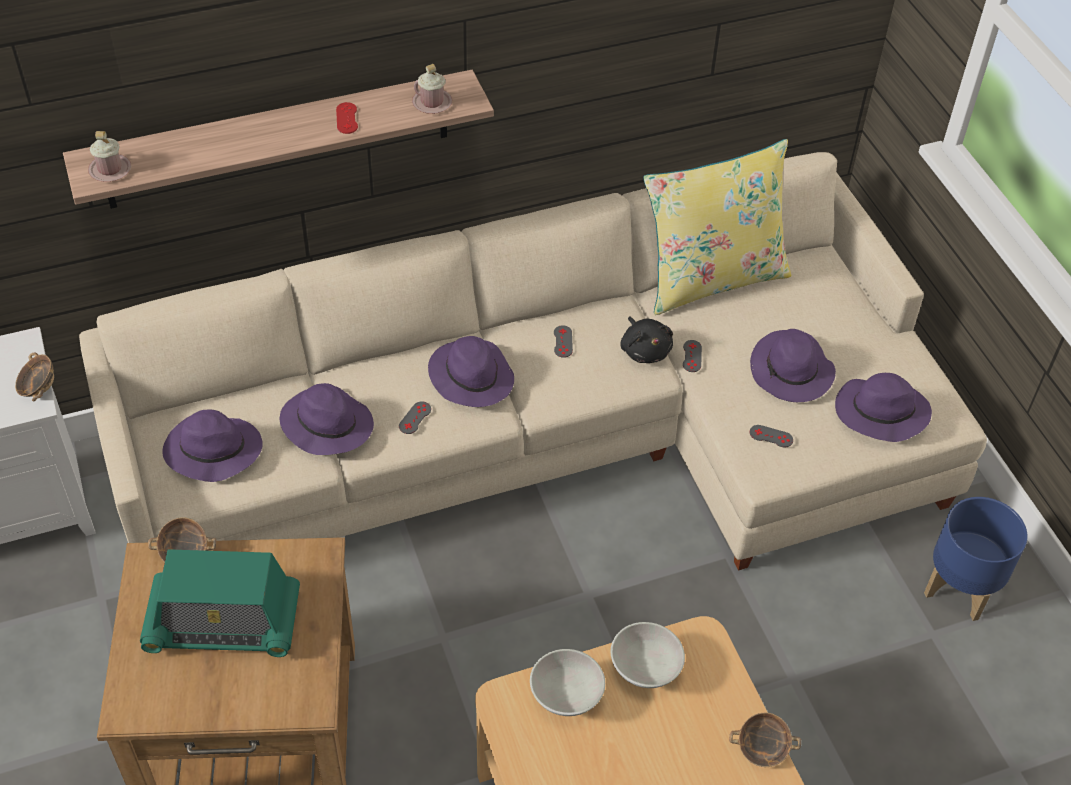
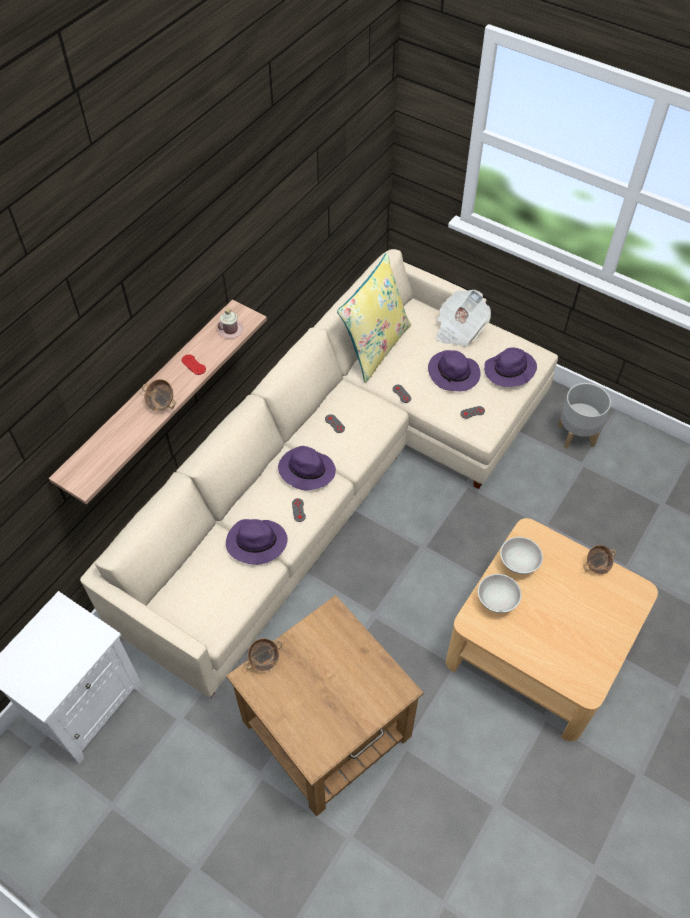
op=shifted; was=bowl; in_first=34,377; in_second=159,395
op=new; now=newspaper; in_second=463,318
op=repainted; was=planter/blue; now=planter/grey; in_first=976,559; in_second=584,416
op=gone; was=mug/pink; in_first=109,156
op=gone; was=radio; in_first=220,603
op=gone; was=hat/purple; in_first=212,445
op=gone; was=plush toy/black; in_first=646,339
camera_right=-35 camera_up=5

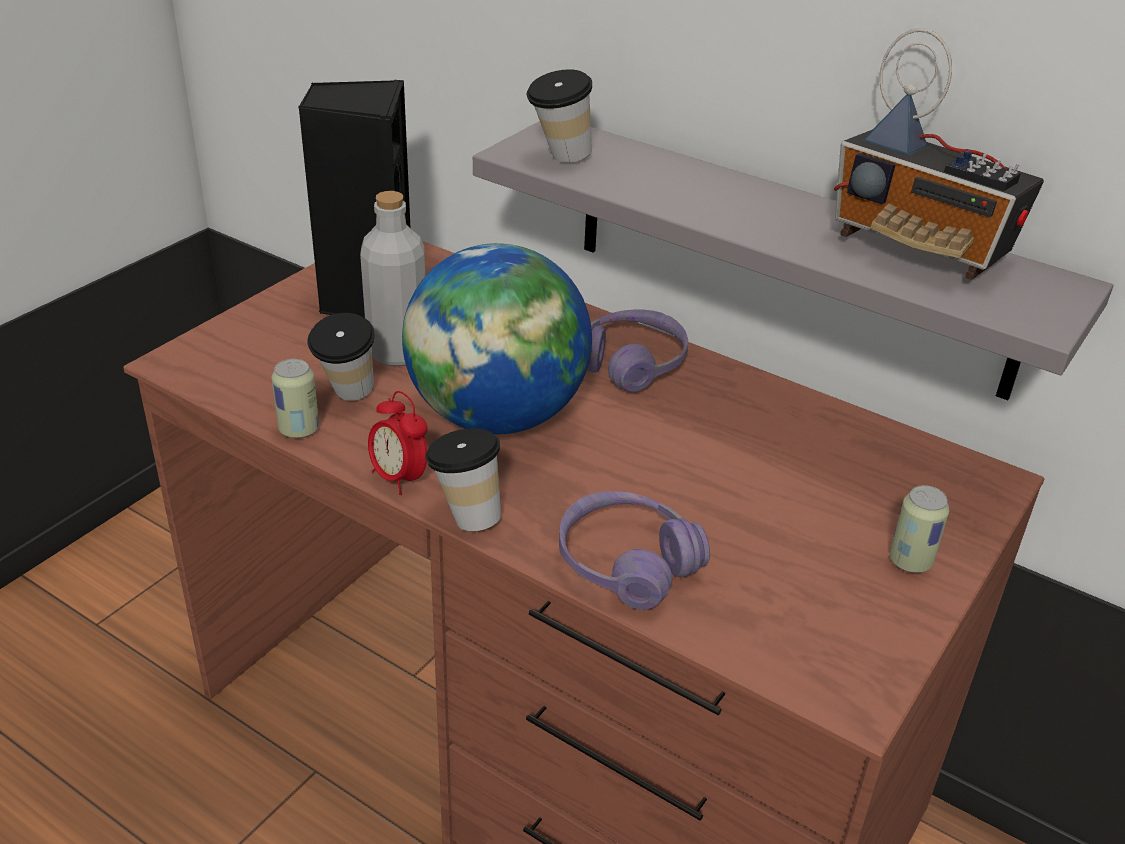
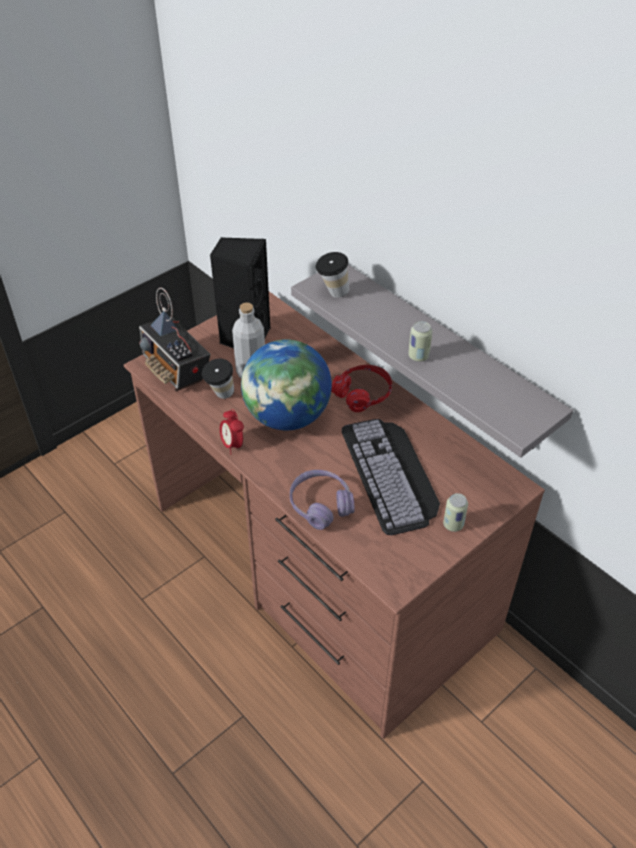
op=shifted; was=radio; in_first=939,154; in_second=175,339
op=repainted; was=headphones/purple; now=headphones/red; in_first=637,350; in_second=361,388
op=new; now=keyboard; in_second=391,477
op=shifted; was=can; in_first=295,398; in_second=420,341
op=gone; was=cup; in_first=463,479
camera_right=15 camera_up=10

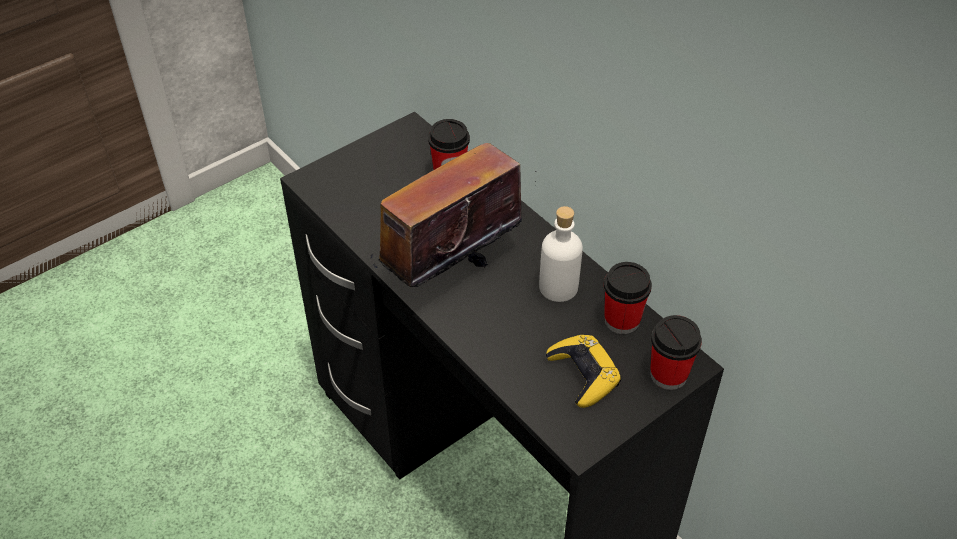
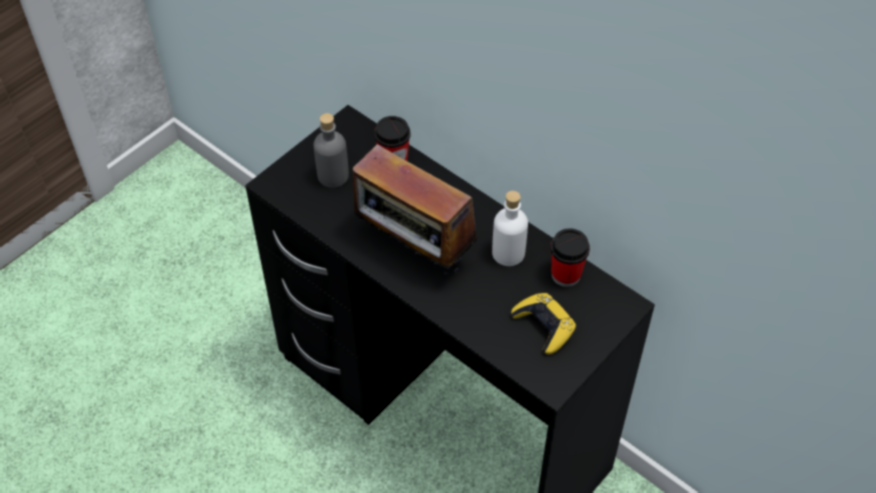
op=new; now=bottle/grey; in_second=331,150
op=rotated; was=radio; in_first=453,206; in_second=415,210; clockwise=-90
op=gone; was=cup; in_first=676,352
camera_right=-10 camera_up=5

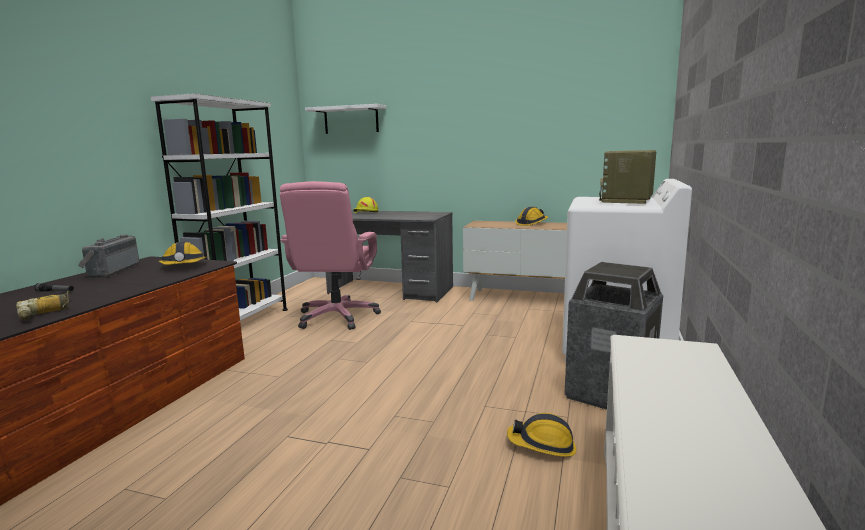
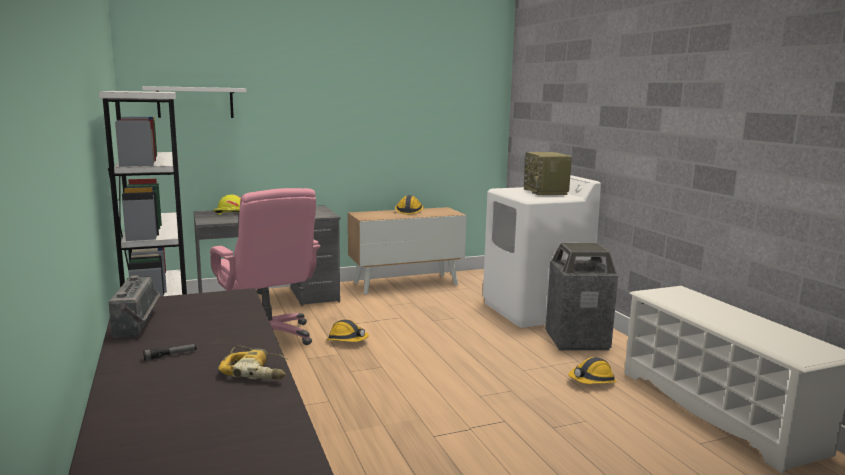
op=rotated; was=radio; in_first=108,256; in_second=134,306; clockwise=-150
op=shifted; was=hard hat; in_first=182,253; in_second=348,330
camera_right=-40 camera_up=0

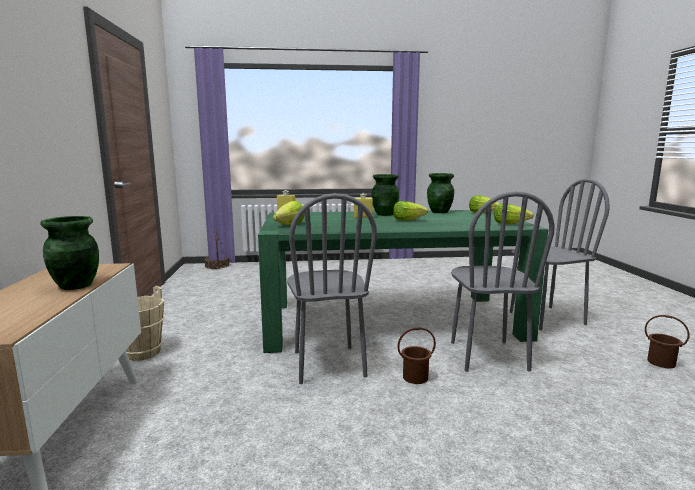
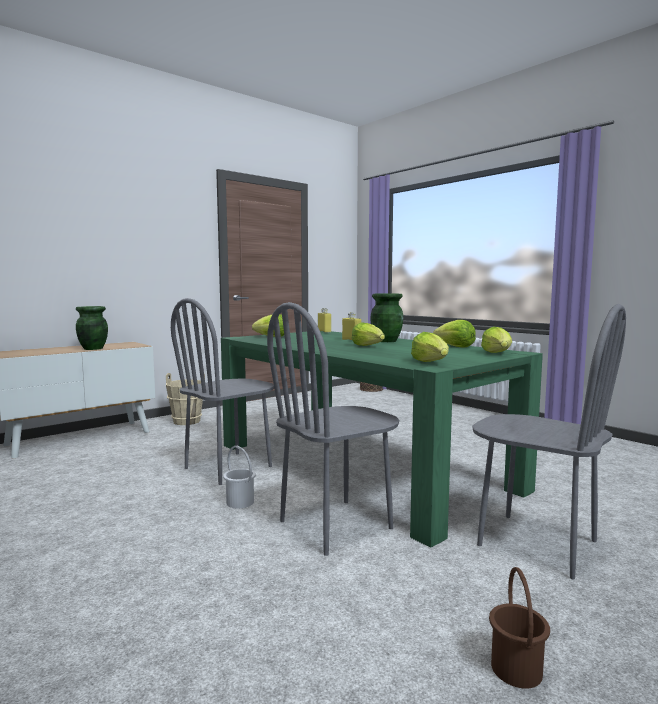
op=repainted; was=bucket/brown; now=bucket/white; in_first=417,355; in_second=239,477
op=swapped; was=vase/green; now=lettuce; in_first=440,193; in_second=454,334
camera_right=55 camera_up=-5

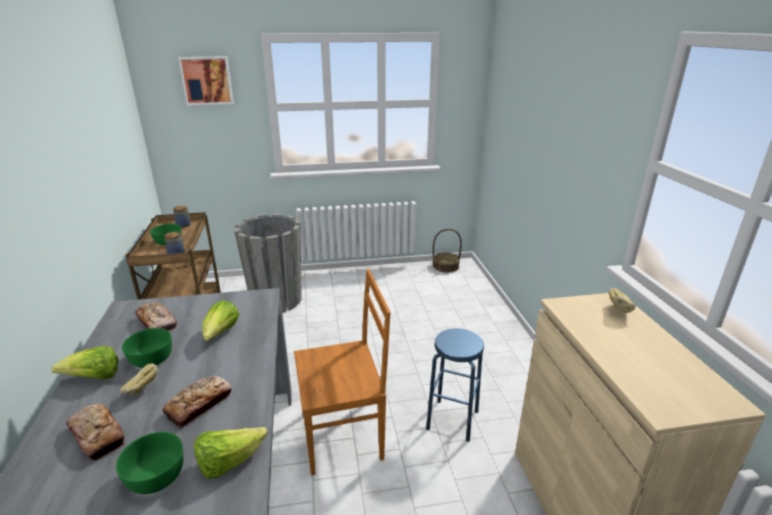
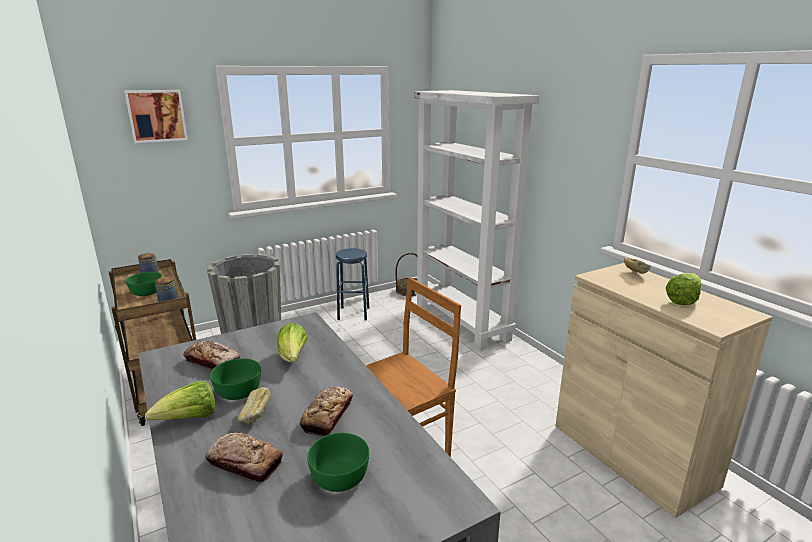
op=shifted; was=stool/blue; in_first=455,385; in_second=352,284
op=new; now=bookcase/white; in_second=476,220
op=shifted; was=lettuce; in_first=231,453; in_second=683,289
camera_right=-20 camera_up=-5

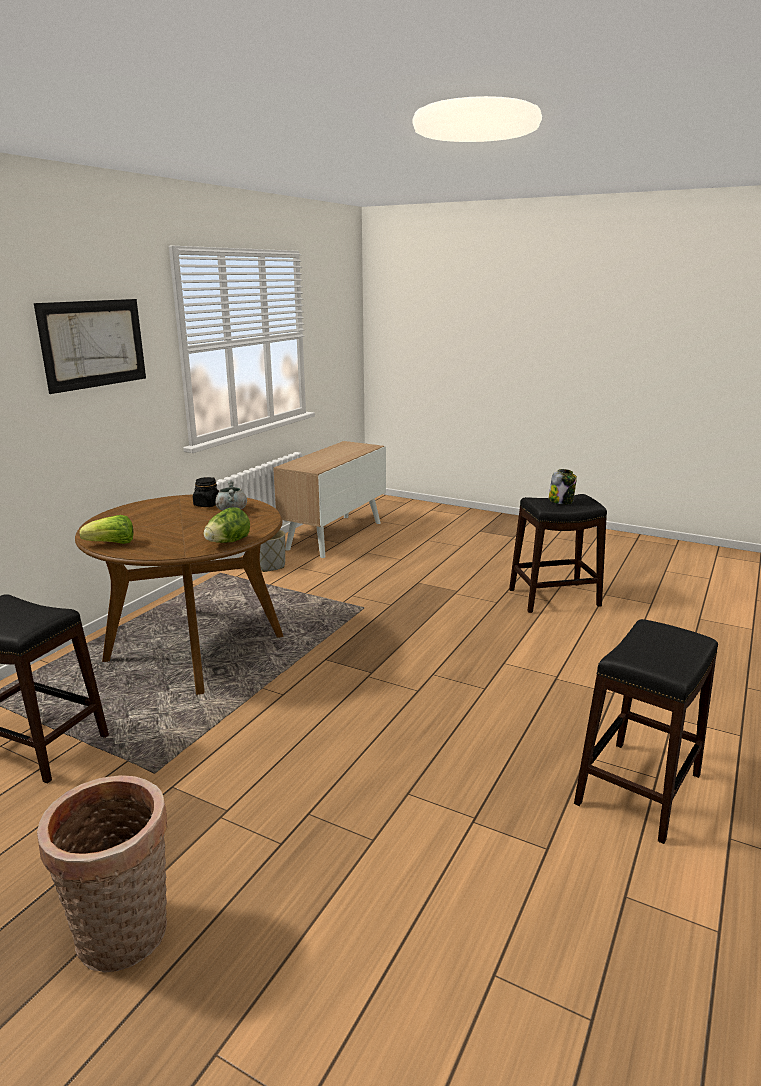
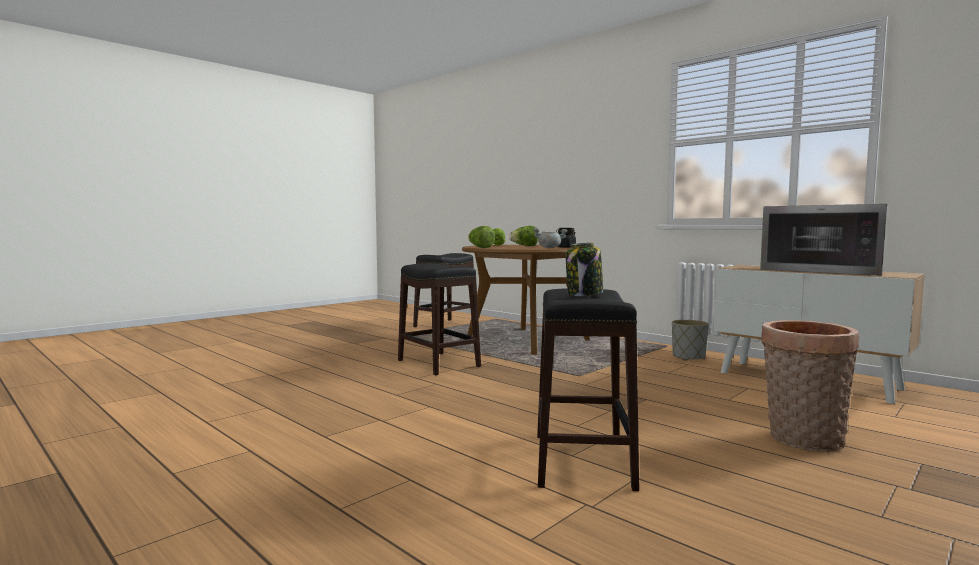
op=shifted; was=stool/black; in_first=646,731; in_second=439,319
op=new; now=lettuce; in_second=523,236
op=new; now=microwave; in_second=823,240
op=shifted; was=basket; in_first=102,873; in_second=810,386
op=gone; was=picture; in_first=90,346
camera_right=105 camera_up=-15

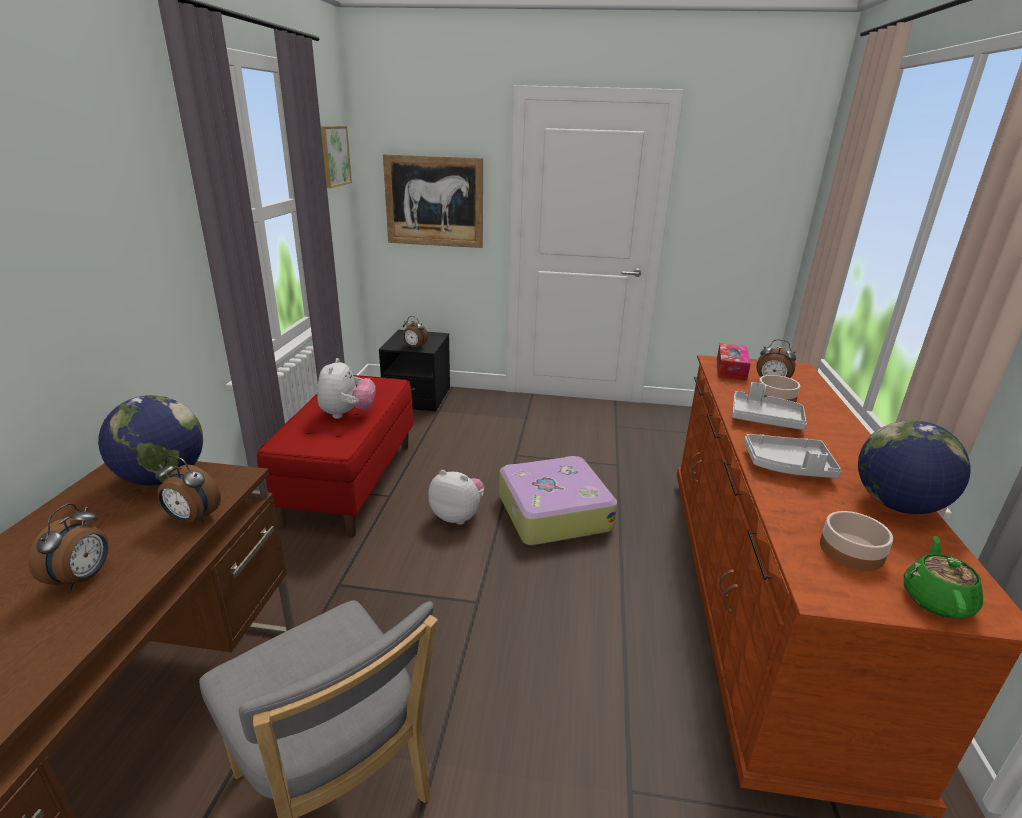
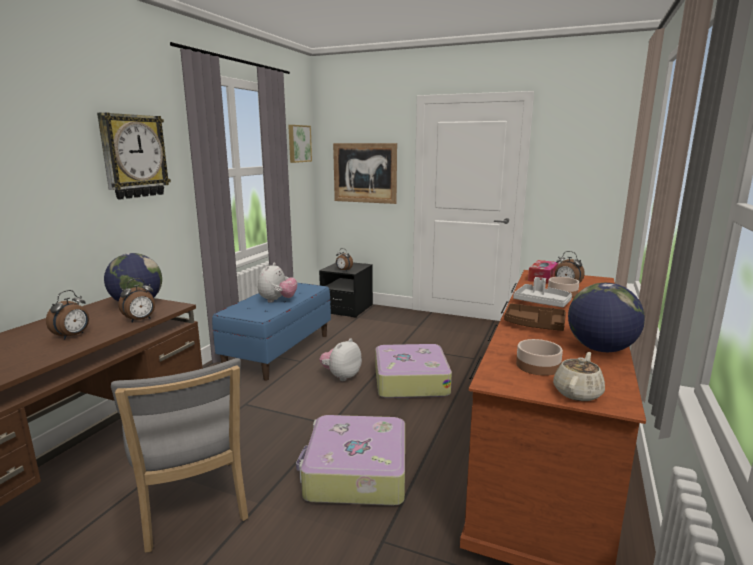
op=new; now=wall clock; in_second=134,156
op=rotated; was=alarm clock; in_first=188,489; in_second=136,300; clockwise=-75
op=repainted; was=bench/red; now=bench/blue; in_first=335,456; in_second=271,332
op=new; now=suitcase; in_second=350,460
op=rotated; was=plush toy; in_first=456,497; in_second=340,359; clockwise=-90
op=repainted; was=tray/grey; now=tray/brown; in_first=792,456; in_second=535,317
op=repainted; was=teapot/green; now=teapot/beige; in_first=943,577; in_second=579,376
camera_right=15 camera_up=-10

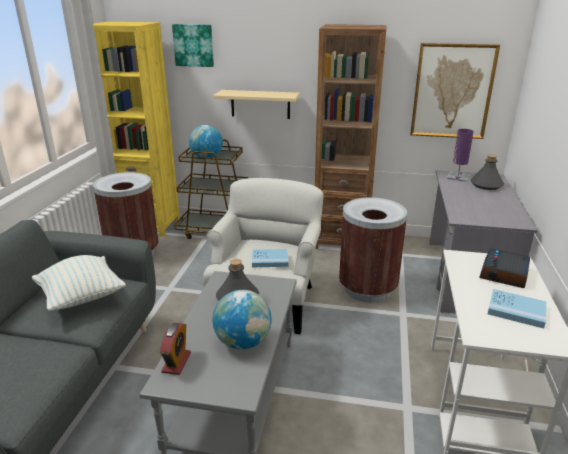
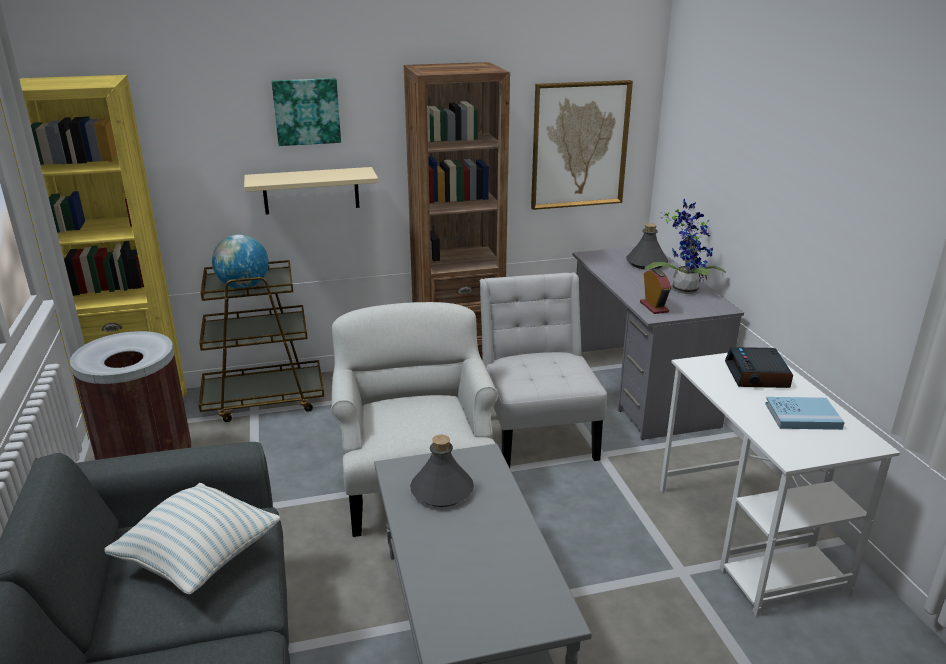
op=shifted; was=picture; in_first=193,45; in_second=306,112
op=swapped; was=trash can/brown; now=chair/white; in_first=373,250; in_second=543,370
op=shifted; was=alarm clock; in_first=175,349; in_second=655,291
op=new; now=potted plant; in_second=685,246
op=gone; was=globe; in_first=242,319
op=gone; was=book/blue; in_first=270,258
op=gone; was=table lamp/purple; in_first=460,155
camera_right=-25 camera_up=0

